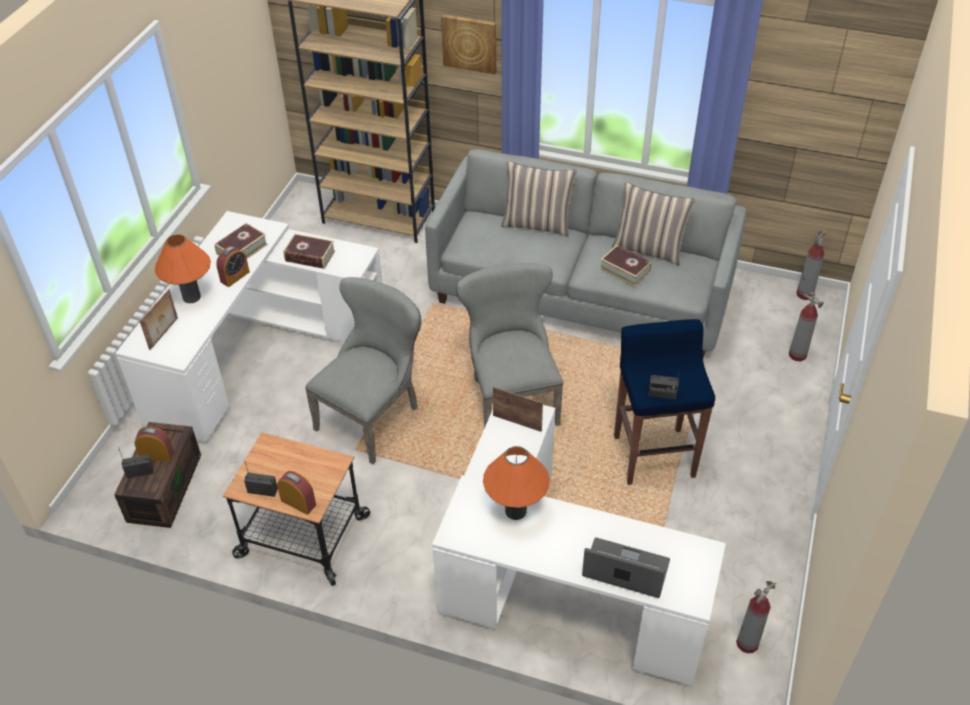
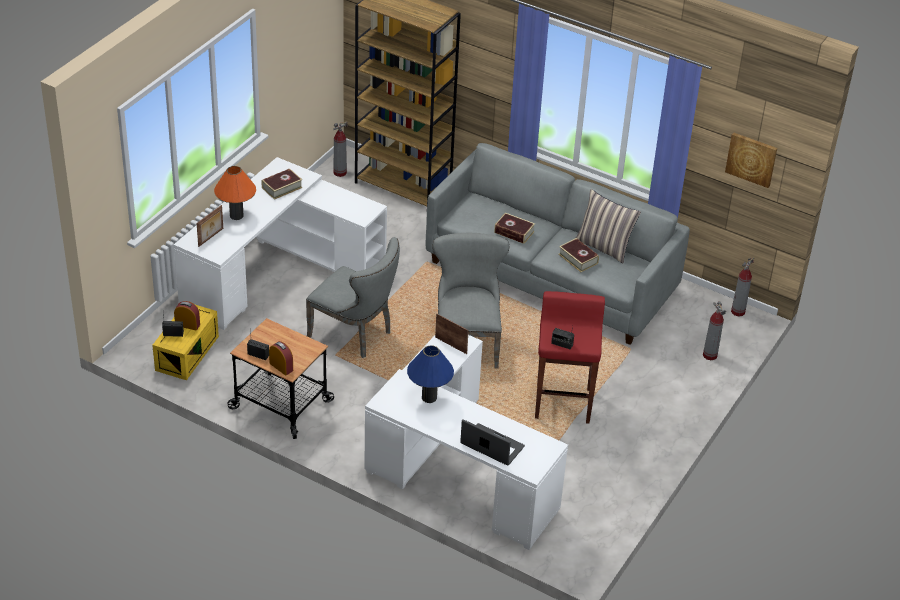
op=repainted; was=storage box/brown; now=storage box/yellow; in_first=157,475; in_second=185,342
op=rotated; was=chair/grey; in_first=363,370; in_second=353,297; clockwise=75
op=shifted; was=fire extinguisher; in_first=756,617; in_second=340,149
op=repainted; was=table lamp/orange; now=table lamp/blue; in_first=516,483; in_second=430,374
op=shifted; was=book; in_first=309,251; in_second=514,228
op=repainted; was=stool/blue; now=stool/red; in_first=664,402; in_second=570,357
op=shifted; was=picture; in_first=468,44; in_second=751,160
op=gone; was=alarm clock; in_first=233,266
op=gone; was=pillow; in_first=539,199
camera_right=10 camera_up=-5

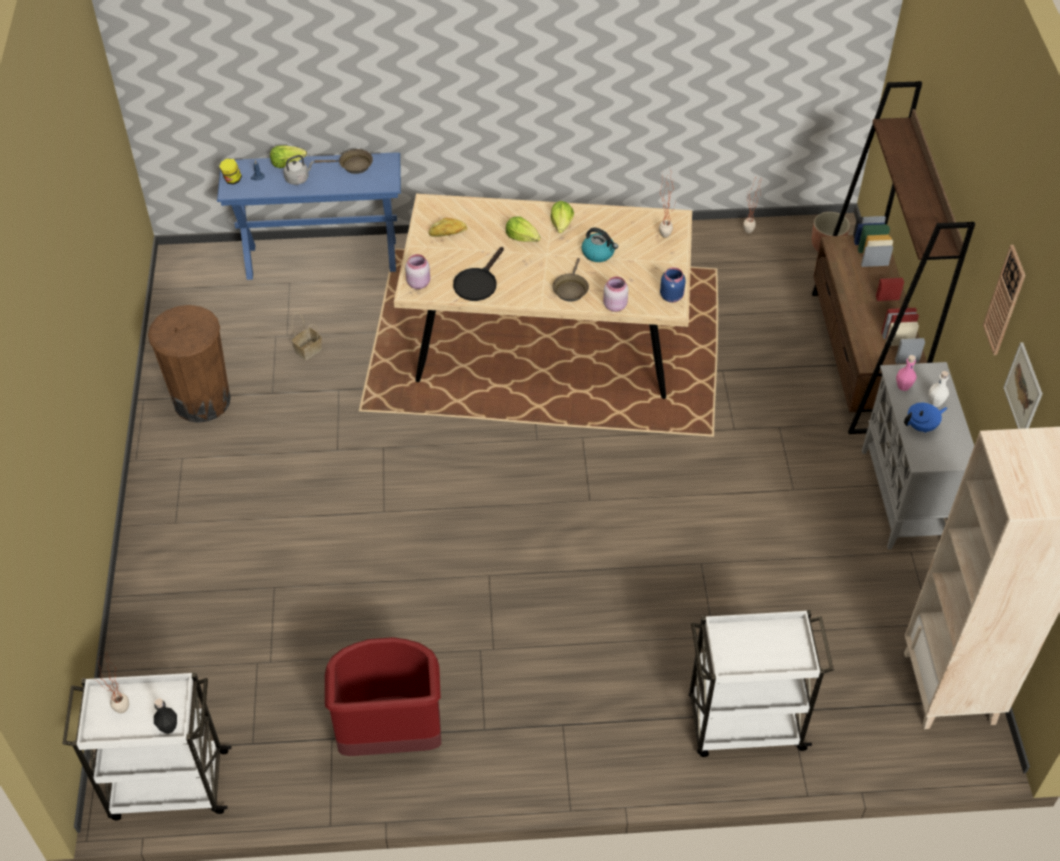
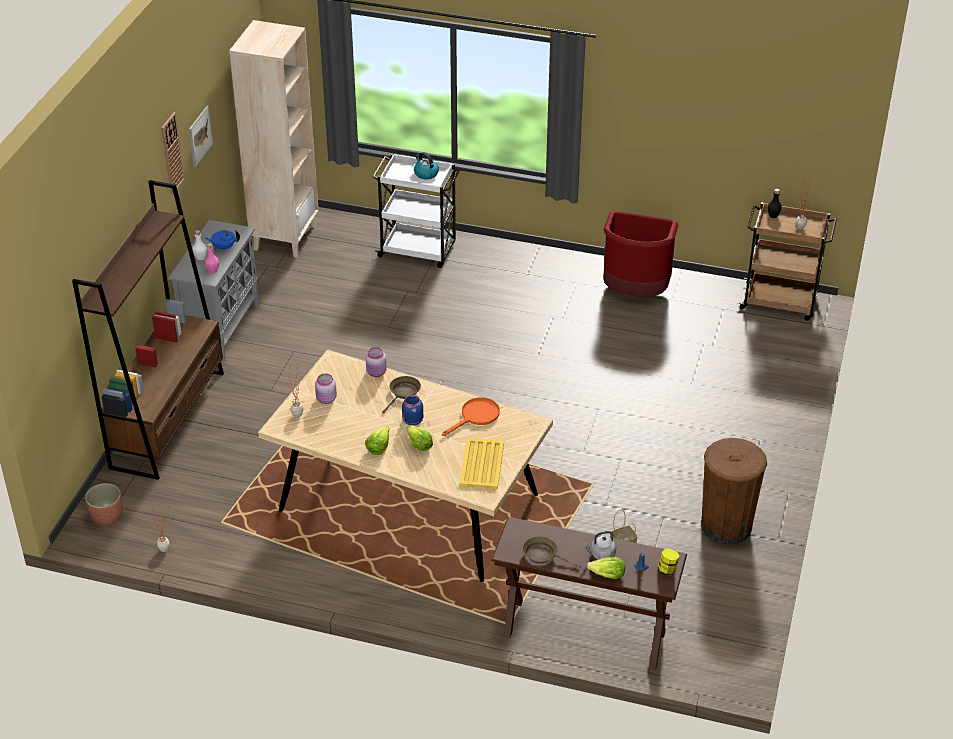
op=shifted; was=jar/pink; in_first=417,271; in_second=326,388
op=shifted; was=jar/blue; in_first=673,285; in_second=412,410
op=shifted; was=kettle; in_first=600,245; in_second=426,165
op=repainted; was=frying pan/black; now=frying pan/orange; in_first=478,274; in_second=471,416
op=swapped; was=bread; now=tray/yellow; in_first=448,227; in_second=482,463
op=repainted; was=console table/blue; now=console table/brown; in_first=309,216; in_second=589,594
op=repainted; was=cart/white; now=cart/brown; in_first=147,746; in_second=787,261
camera_right=-160 camera_up=-10

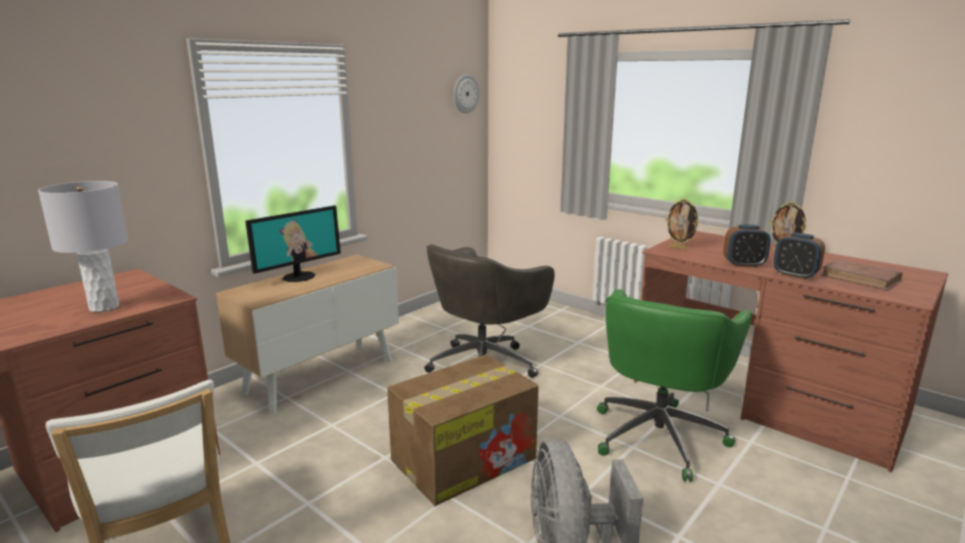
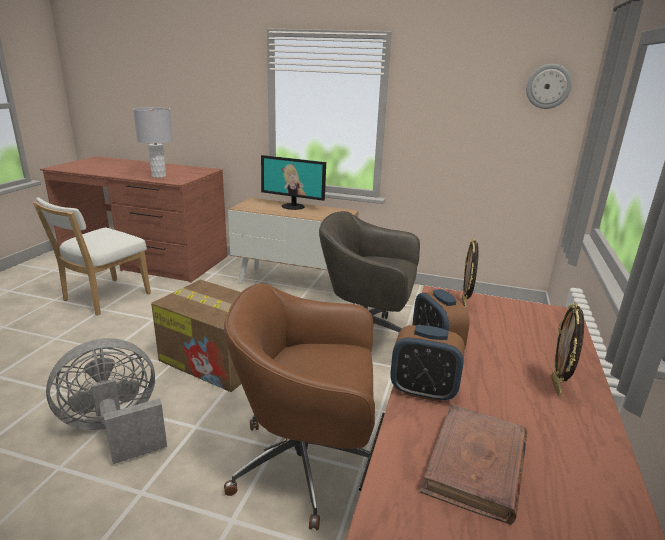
op=repainted; was=office chair/green; now=office chair/brown; in_first=674,385; in_second=299,407
op=rotated; was=alarm clock; in_first=799,256; in_second=427,363; clockwise=-90
camera_right=65 camera_up=5

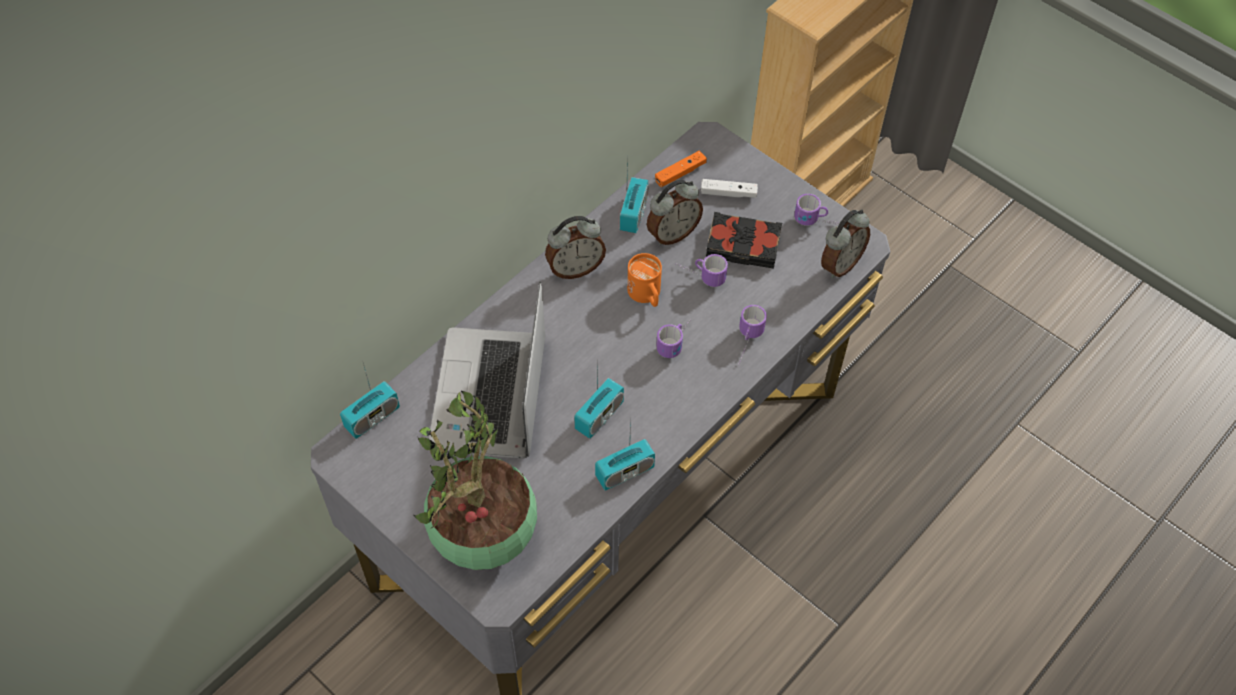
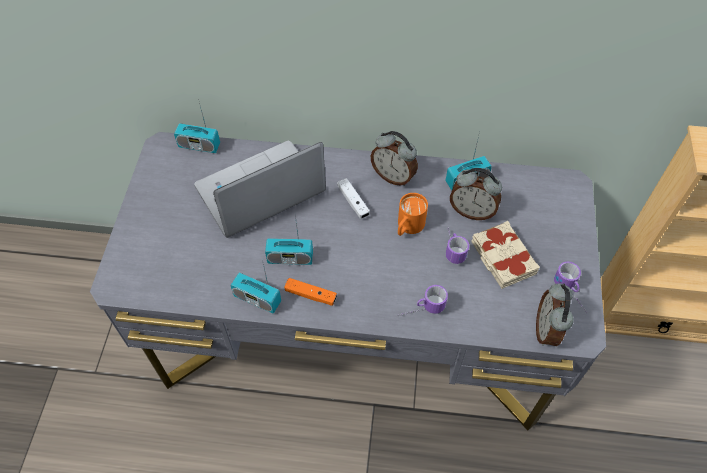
op=shifted; was=game controller/orange; in_first=681,169; in_second=310,292
op=shifted; was=game controller/white; in_first=729,188; in_second=353,198
op=repainted; was=book/black; now=book/beige; in_first=744,240; in_second=505,255
op=rotated; was=alarm clock; in_first=845,243; in_second=555,314; clockwise=90
op=gone; was=potted plant; in_first=475,480
op=gone; was=mug; in_first=673,338
camera_right=55 camera_up=0

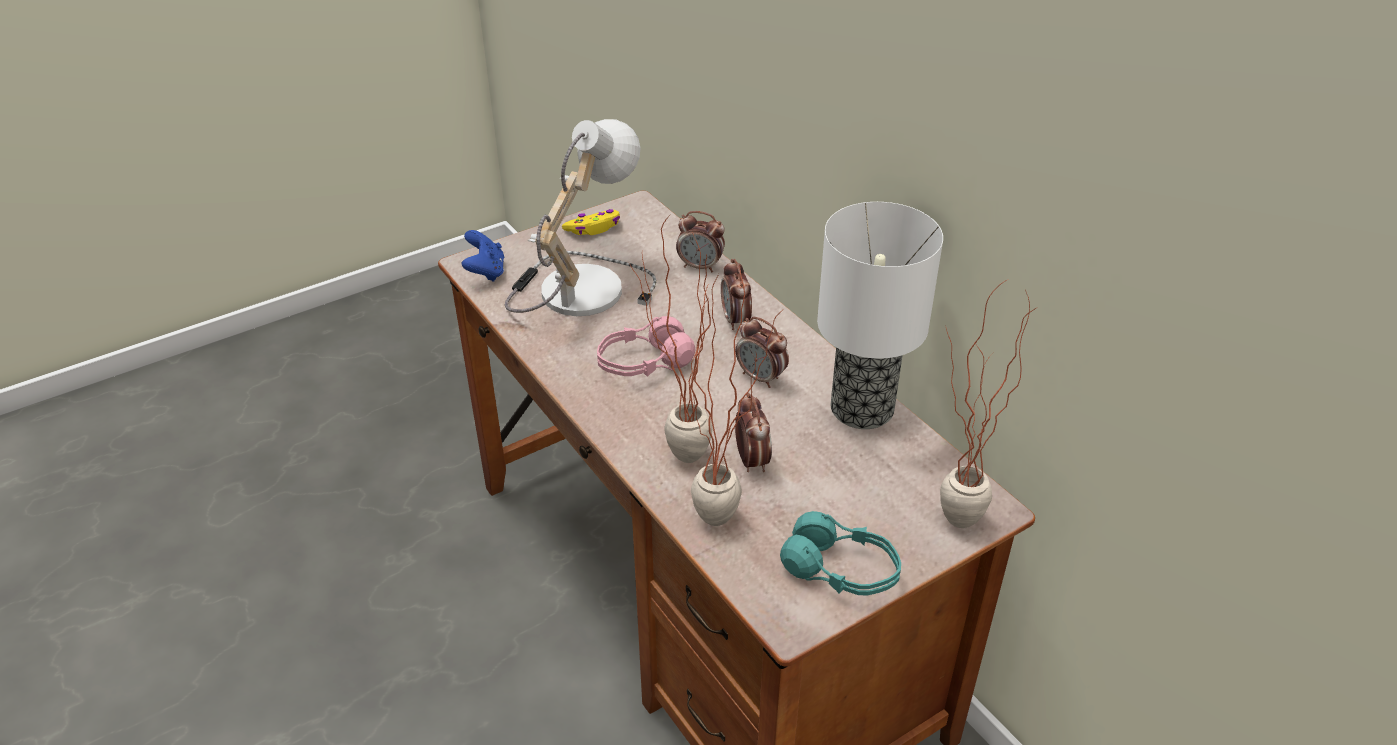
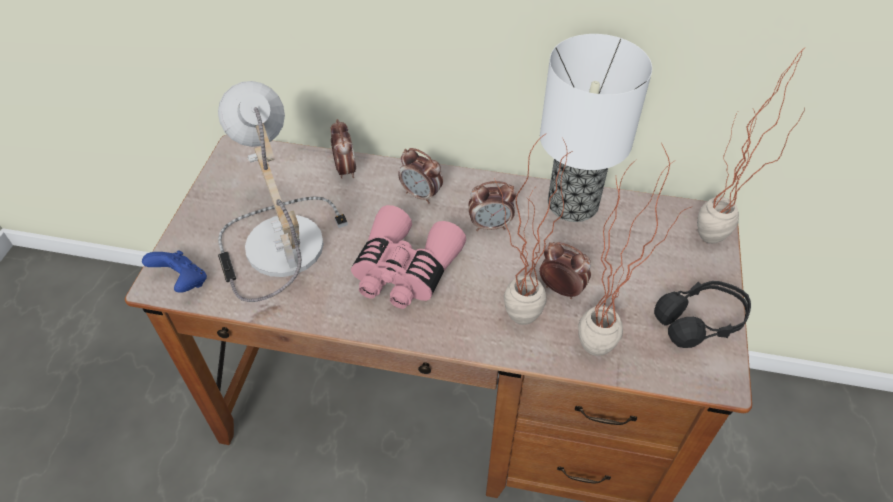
op=rotated; was=alarm clock; in_first=700,241; in_second=343,149; clockwise=-75
op=swapped; was=headphones/pink; now=binoculars/pink; in_first=646,346; in_second=408,257
op=repainted; was=headphones/turquoise; now=headphones/black; in_first=840,553; in_second=702,314
op=gone; was=game controller/yellow; in_first=591,222
camera_right=-45 camera_up=10

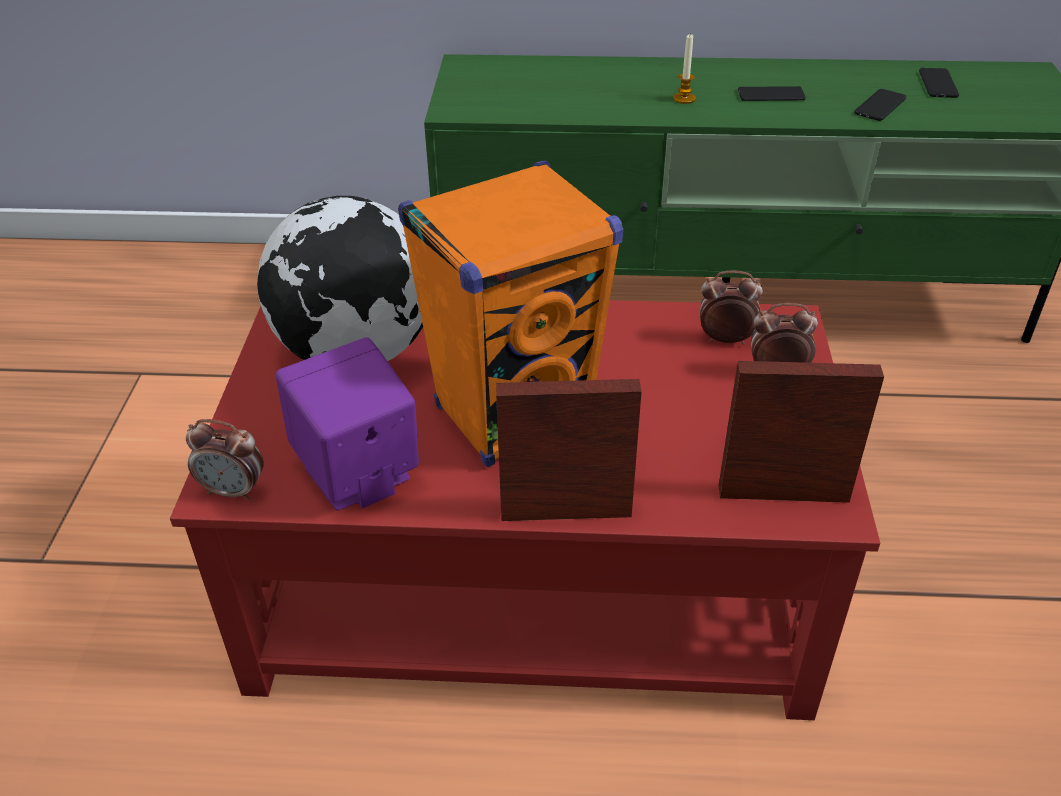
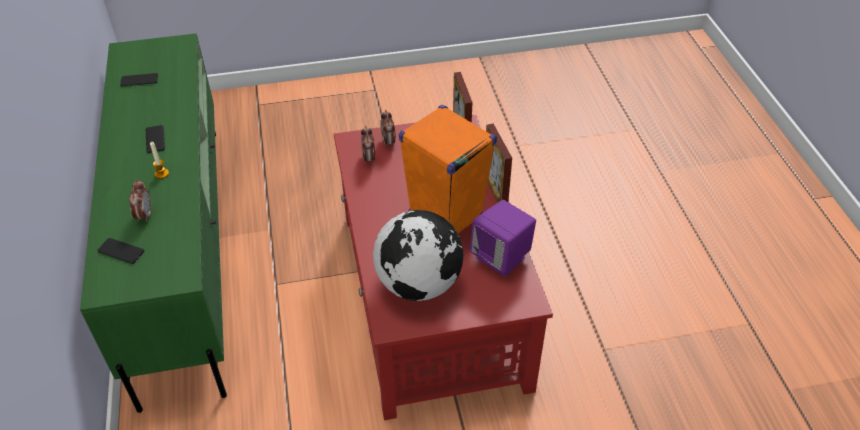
op=shifted; was=phone; in_first=880,105; in_second=120,251
op=shifted; was=alarm clock; in_first=225,460; in_second=140,201
camera_right=-105 camera_up=5

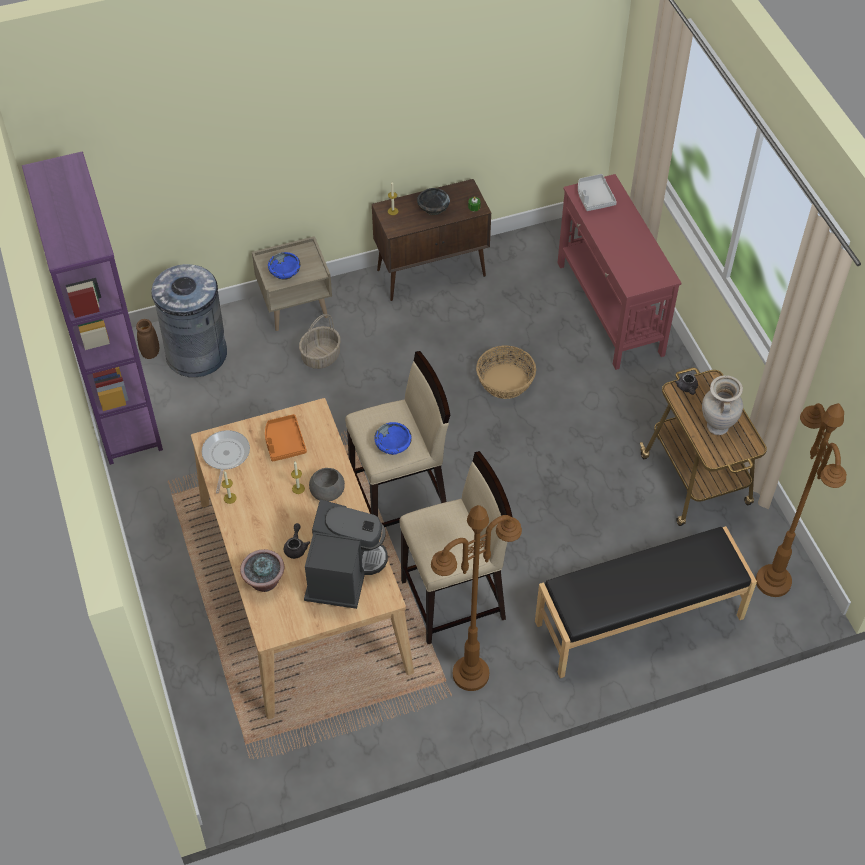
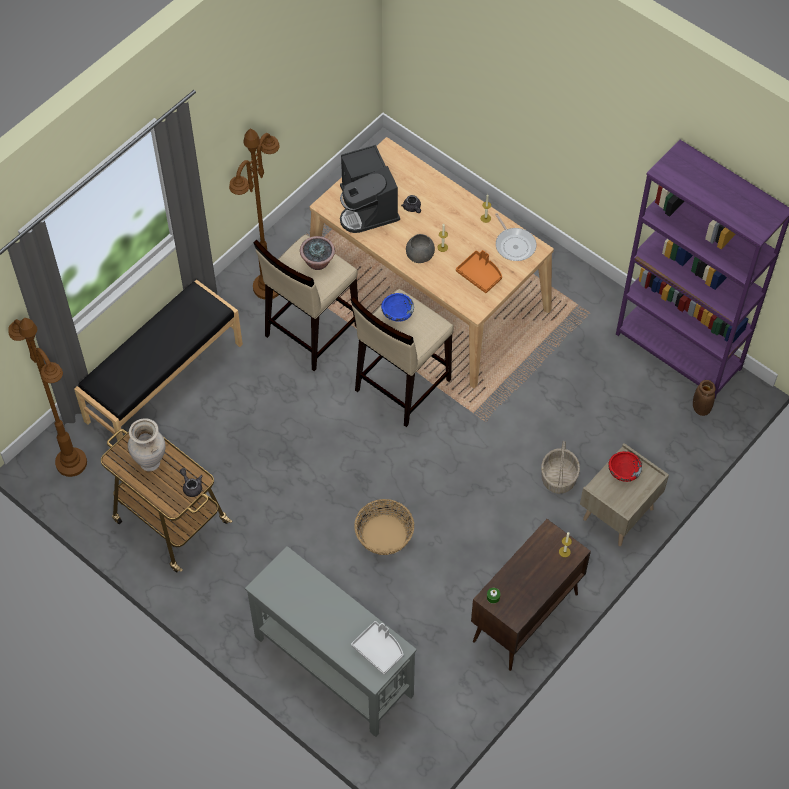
op=repainted; was=console table/red; now=console table/grey; in_first=619,272; in_second=331,641
op=shifted; was=potted plant; in_first=262,570; in_second=317,253
op=repainted; was=bowl/blue; now=bowl/red; in_first=284,266; in_second=625,466
op=gone; was=trash can/grey; in_first=189,320
op=gone; was=bowl/black; in_first=433,201
camera_right=150 camera_up=5

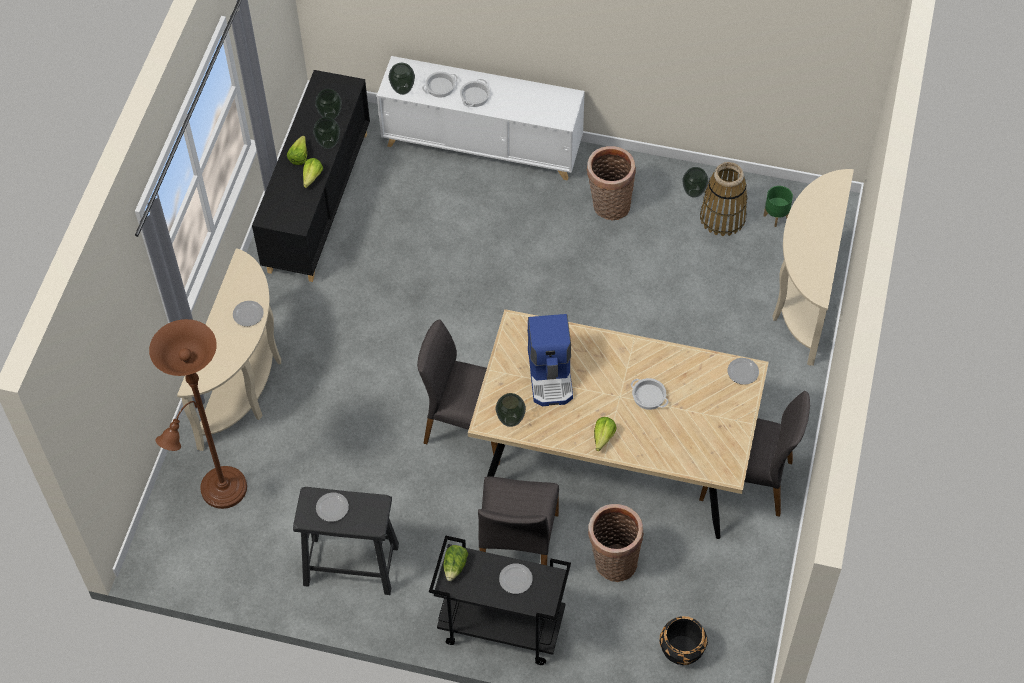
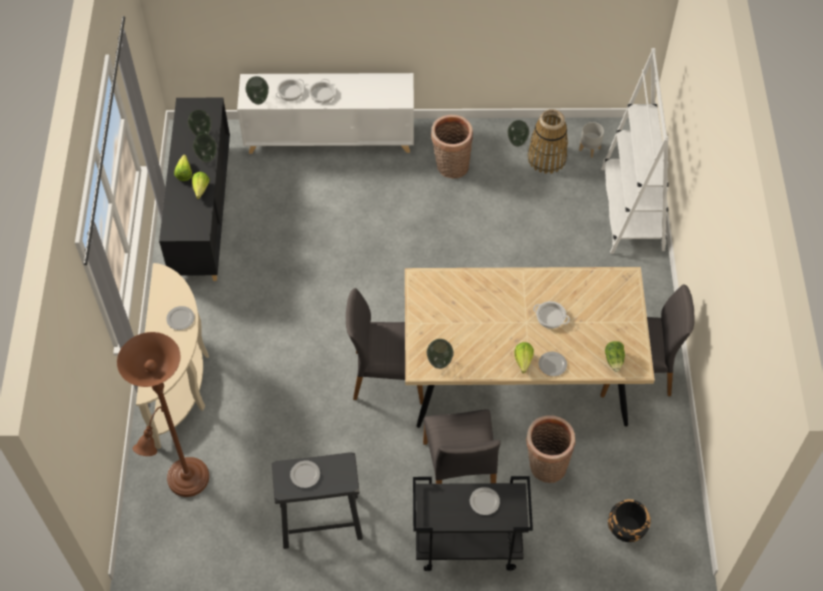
op=shifted; was=plate; in_first=743,371; in_second=553,363
op=repainted; was=planter/green; now=planter/grey; in_first=778,206; in_second=591,140
op=swapped; was=console table/beige; now=bookcase/white; in_first=813,267; in_second=635,151
op=shifted; was=lettuce; in_first=455,563; in_second=615,356
op=gone; was=coffee machine; in_first=550,360
camera_right=-15 camera_up=0

